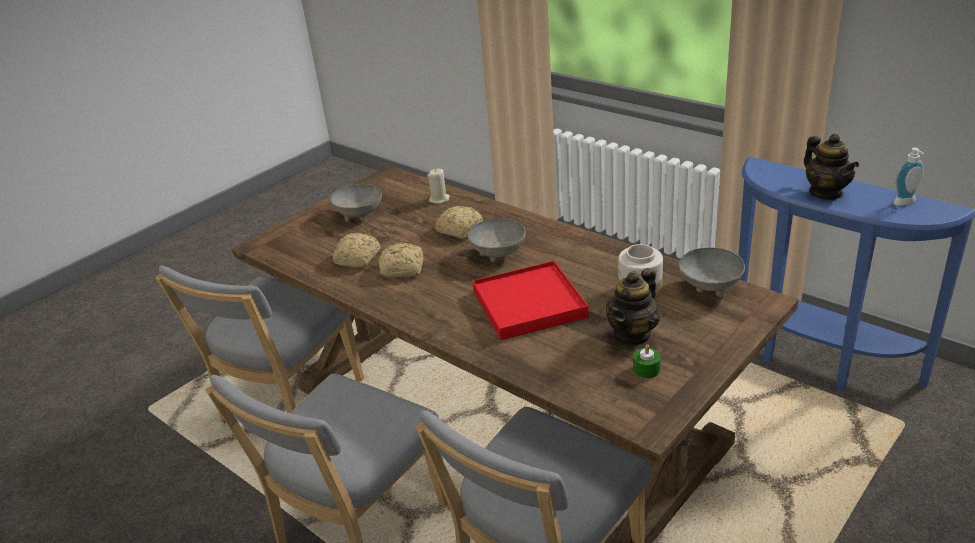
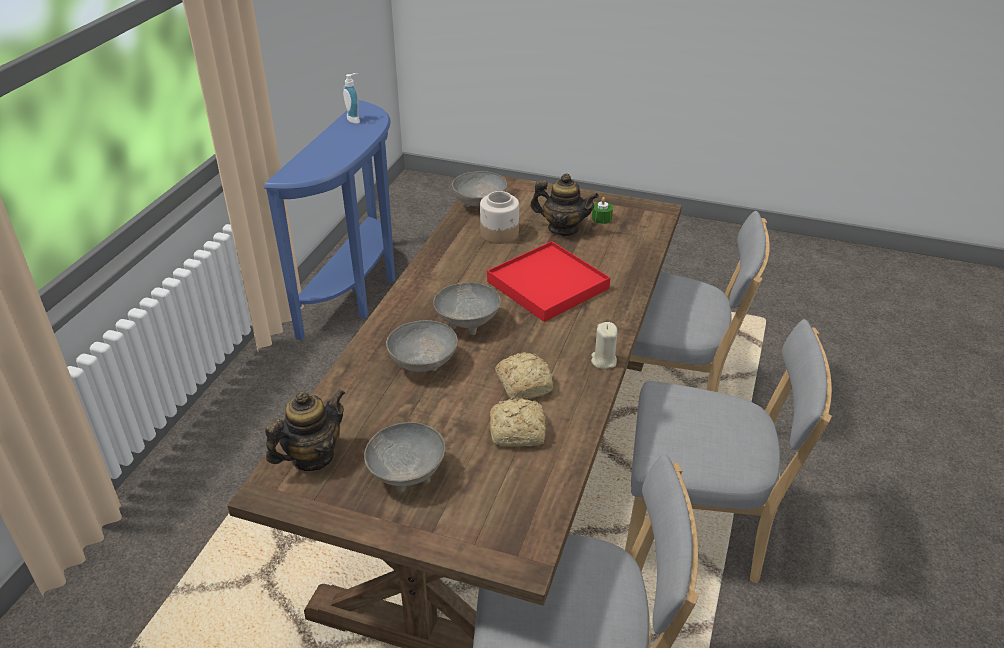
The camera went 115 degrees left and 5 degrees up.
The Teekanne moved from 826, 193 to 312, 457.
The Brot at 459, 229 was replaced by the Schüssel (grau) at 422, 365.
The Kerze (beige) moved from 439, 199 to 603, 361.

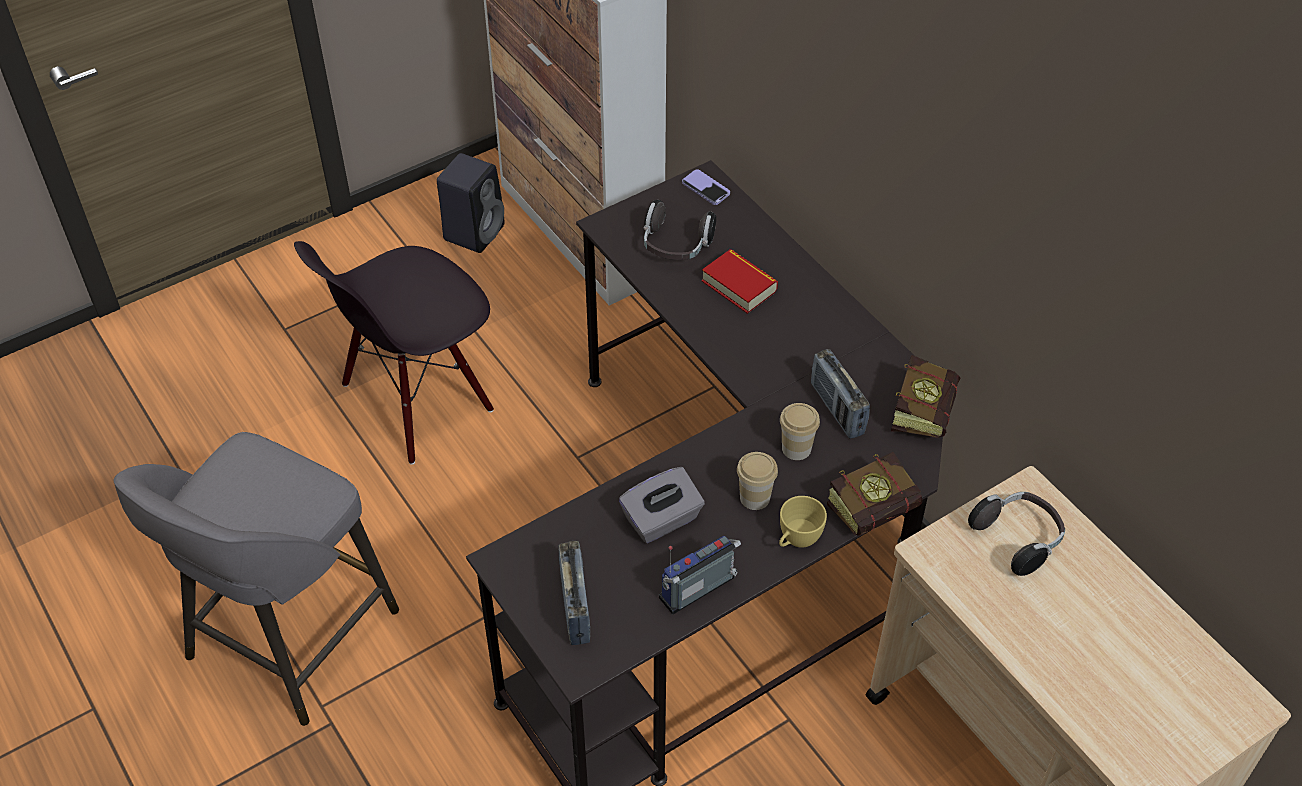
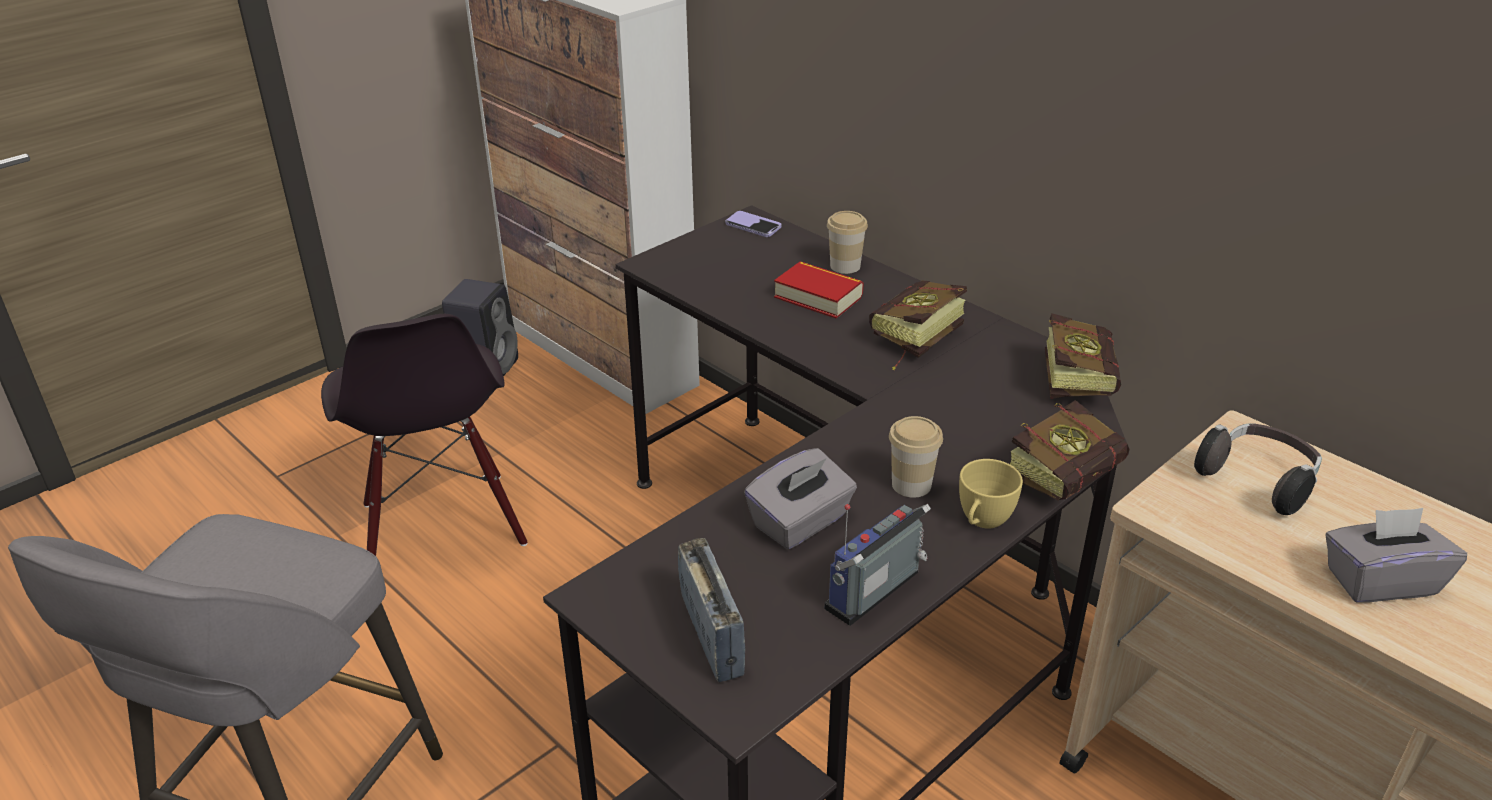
The camera went 10 degrees left and 15 degrees down.
The Stuhl (schwarz) at 417, 400 turned 60 degrees counterclockwise.
The Tasse moved from 796, 448 to 845, 266.
The Buch at 910, 342 appeared.
The Taschentuchbox (grau) at 1379, 581 appeared.
The Kopfhörer at 676, 246 disappeared.
The Radio at 837, 409 disappeared.

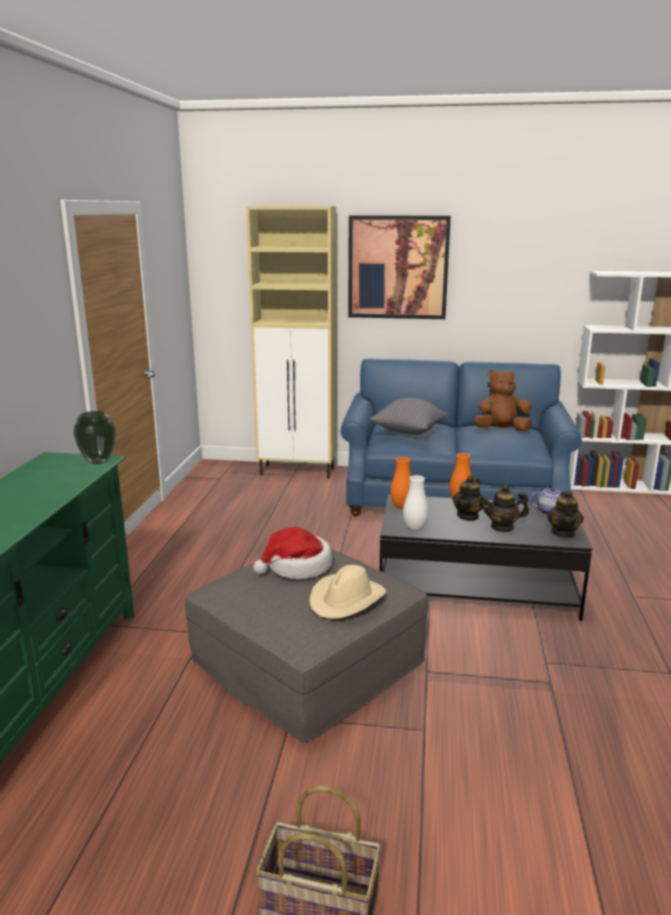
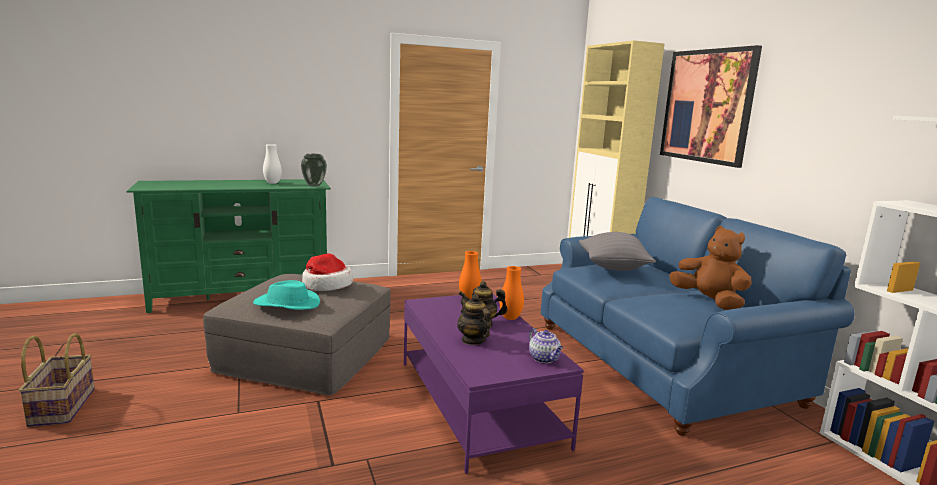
The camera went 60 degrees right and 5 degrees down.
The Hut (beige) at 347, 599 became the Hut (türkis) at 287, 304.
The Vase (weiß) moved from 415, 528 to 272, 183.
The Couchtisch (schwarz) at 476, 586 became the Couchtisch (lila) at 479, 402.
The Teekanne at 563, 533 disappeared.

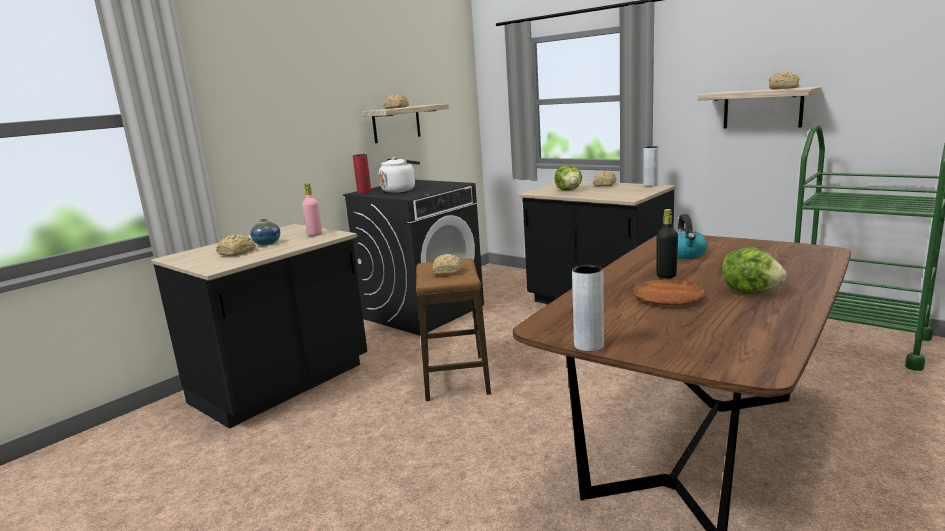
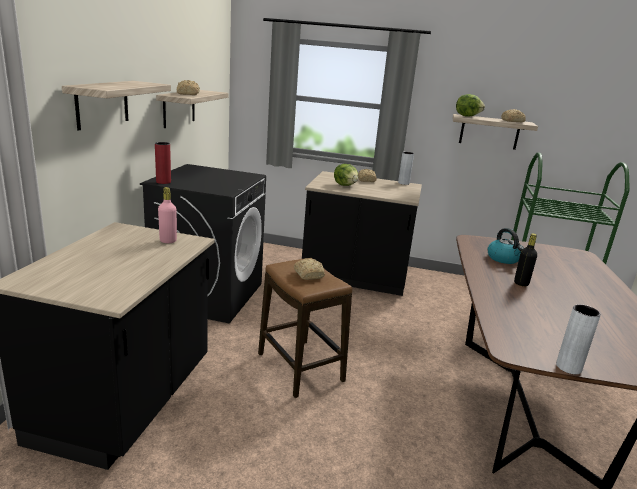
The camera went 30 degrees left and 5 degrees up.
The Wandregal at 102, 104 appeared.
The Salatkopf moved from 750, 291 to 467, 116.
The Brot at 238, 252 disappeared.
The Vase at 267, 243 disappeared.
The Wasserkessel (weiß) at 400, 190 disappeared.
The Teller (braun) at 668, 297 disappeared.

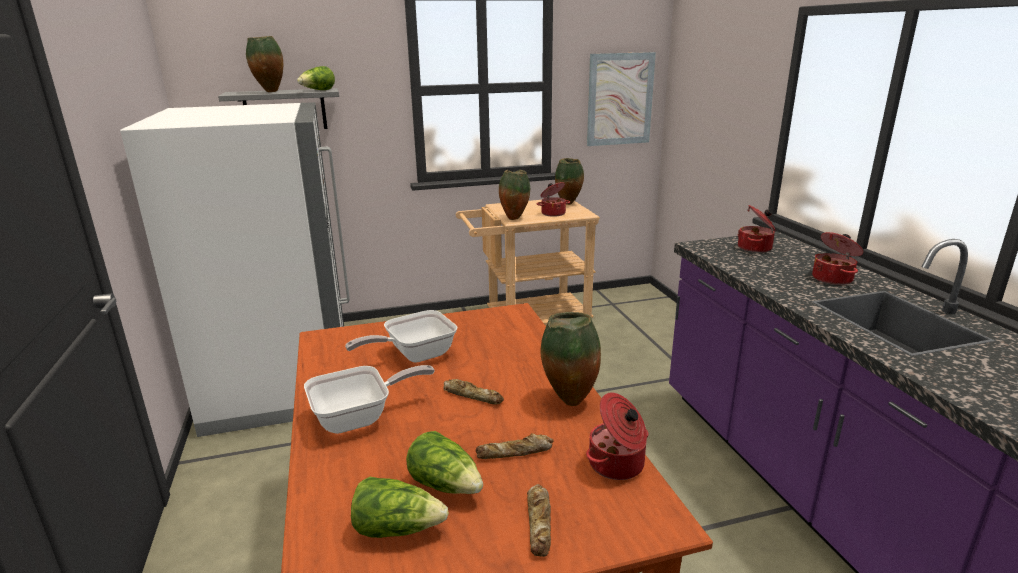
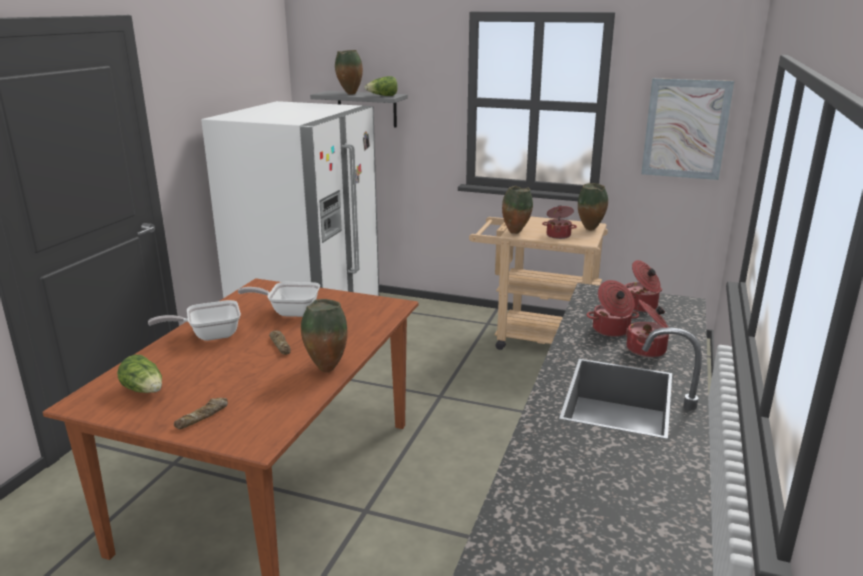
The camera went 35 degrees right and 0 degrees up.
The Pfanne at 360, 418 turned 150 degrees clockwise.
The Kochtopf moved from 617, 464 to 611, 330.
The Salatkopf at 446, 485 disappeared.
The Brot at 515, 452 disappeared.

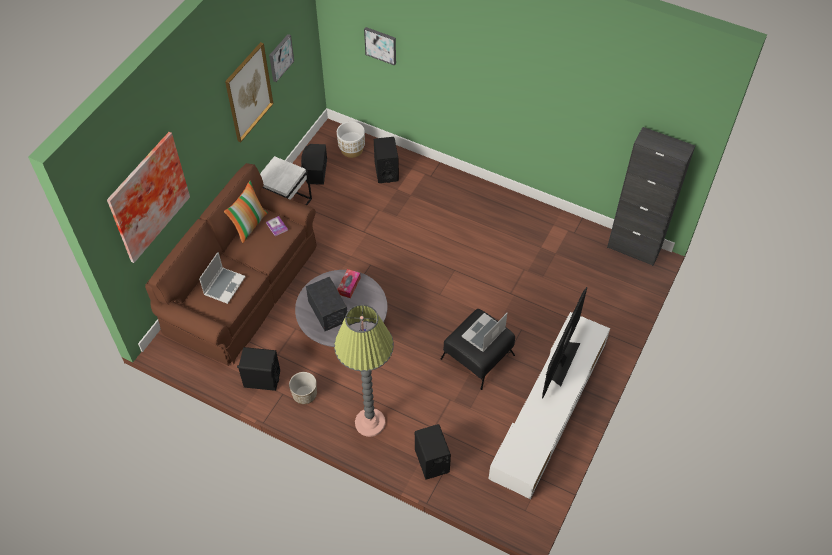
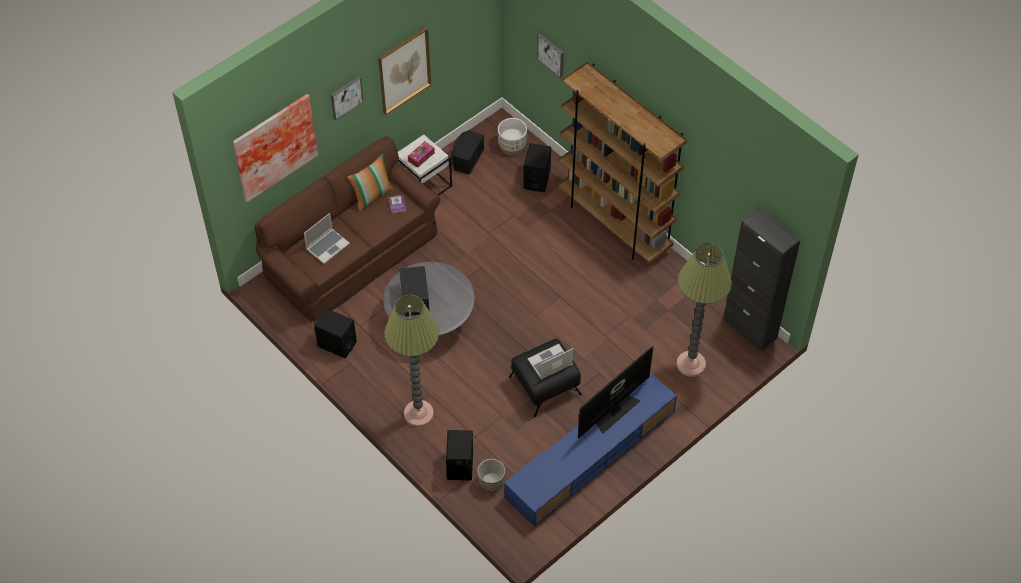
The camera went 20 degrees right and 0 degrees up.
The Bild moved from 280, 57 to 345, 97.
The Taschentuchbox moved from 349, 286 to 421, 157.
The Pflanzkübel moved from 304, 394 to 491, 482.
The Fernsehschrank (weiß) at 549, 409 became the Fernsehschrank (blau) at 590, 455.
The Bücherregal (braun) at 614, 223 appeared.
The Stehlampe at 691, 364 appeared.

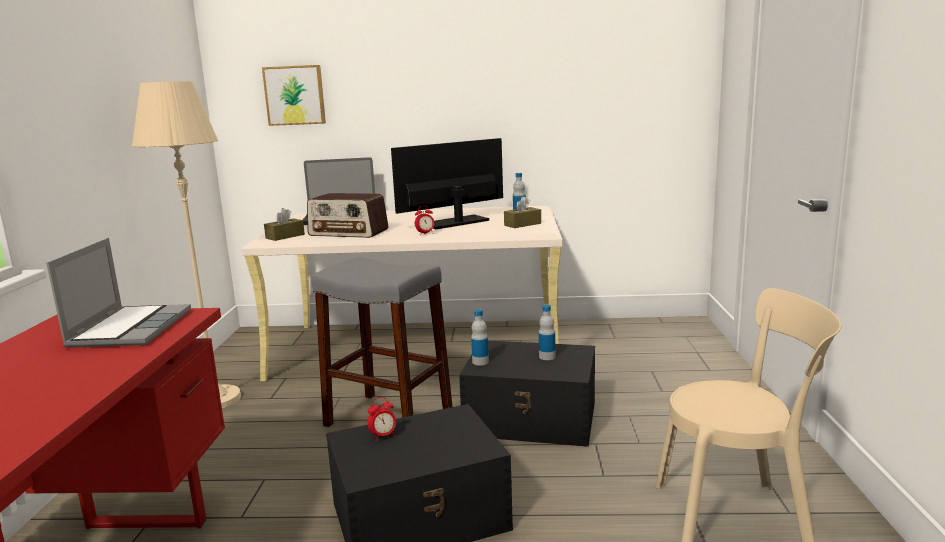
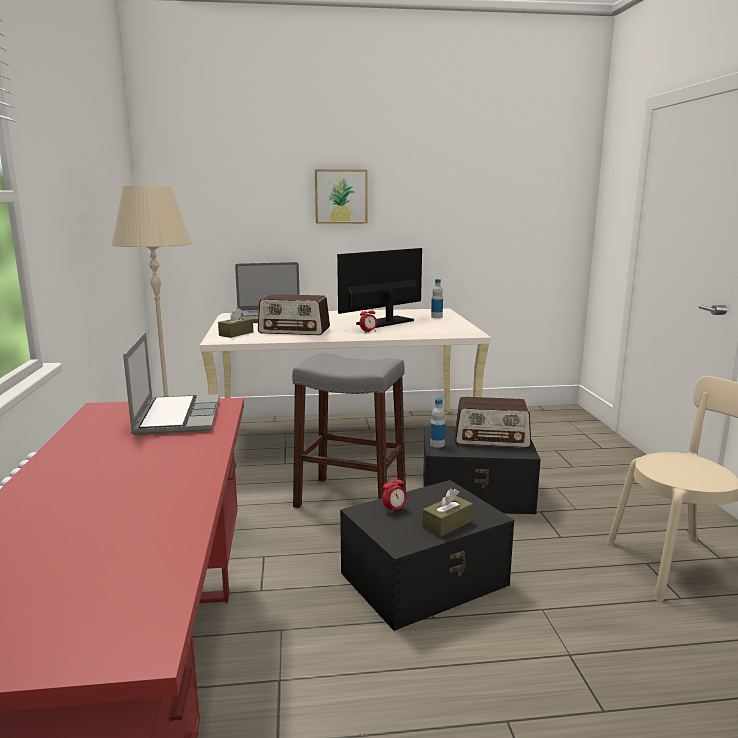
The camera went 10 degrees left and 0 degrees up.
The Bild moved from 295, 95 to 341, 196.
The Taschentuchbox (braun) moved from 522, 224 to 447, 524.
The Flasche at 547, 357 was replaced by the Radio at 492, 439.

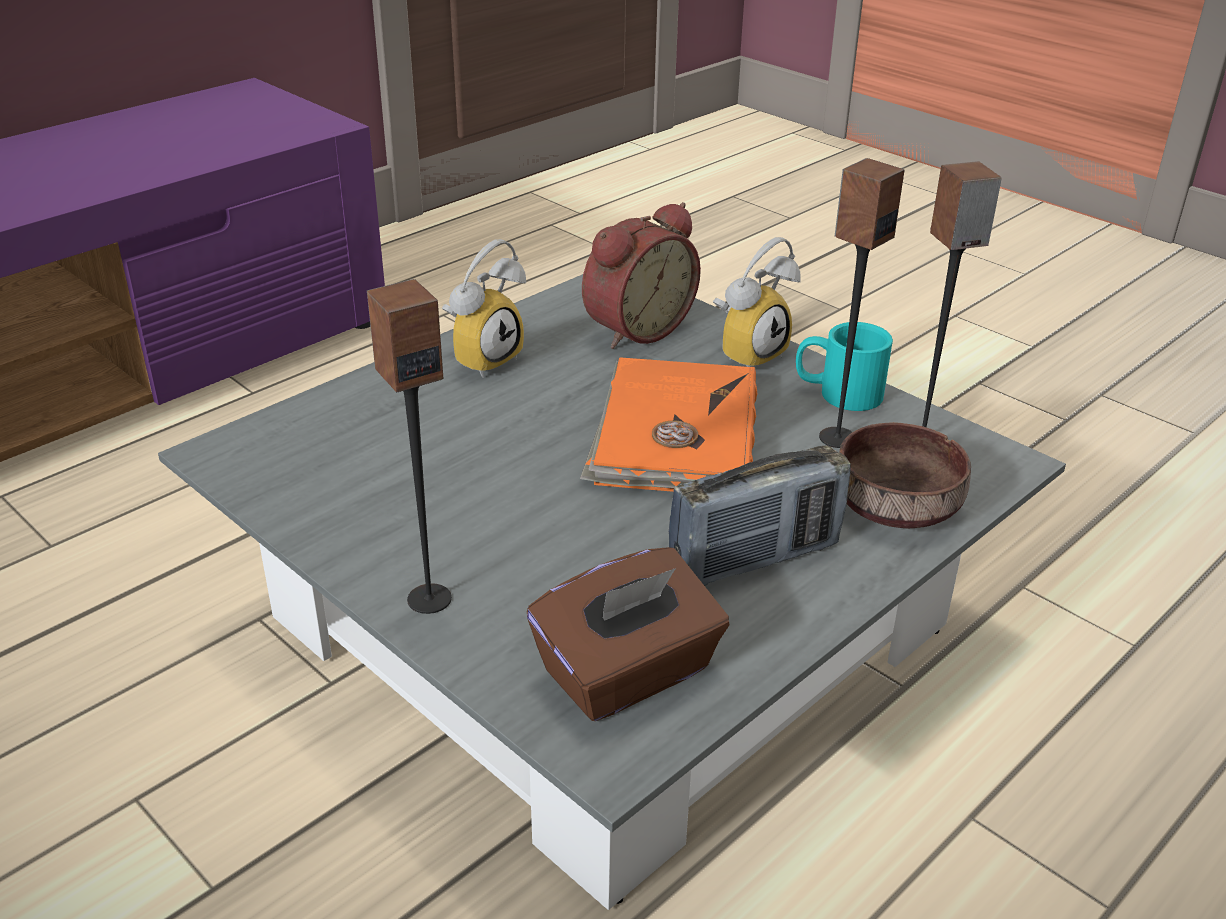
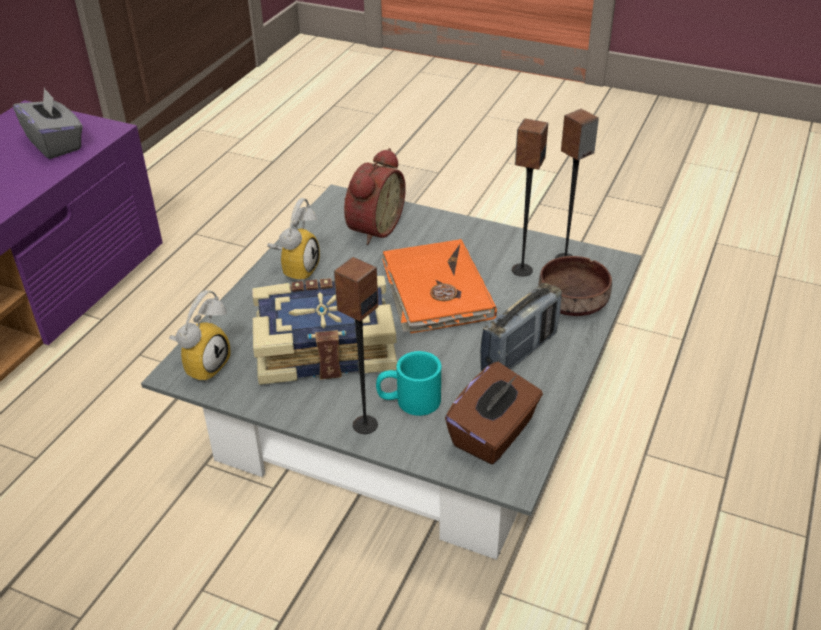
The camera went 20 degrees left and 5 degrees up.
The Taschentuchbox (grau) at 55, 144 appeared.
The Wecker moved from 748, 353 to 203, 365.
The Buch at 325, 345 appeared.
The Henkelbecher (türkis) moved from 837, 392 to 409, 401.

